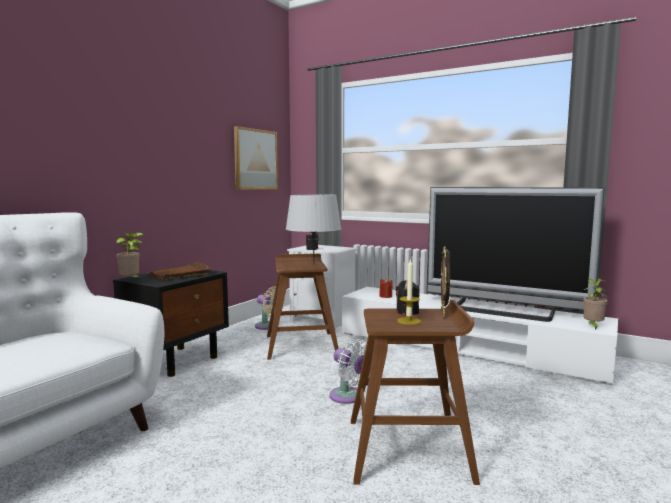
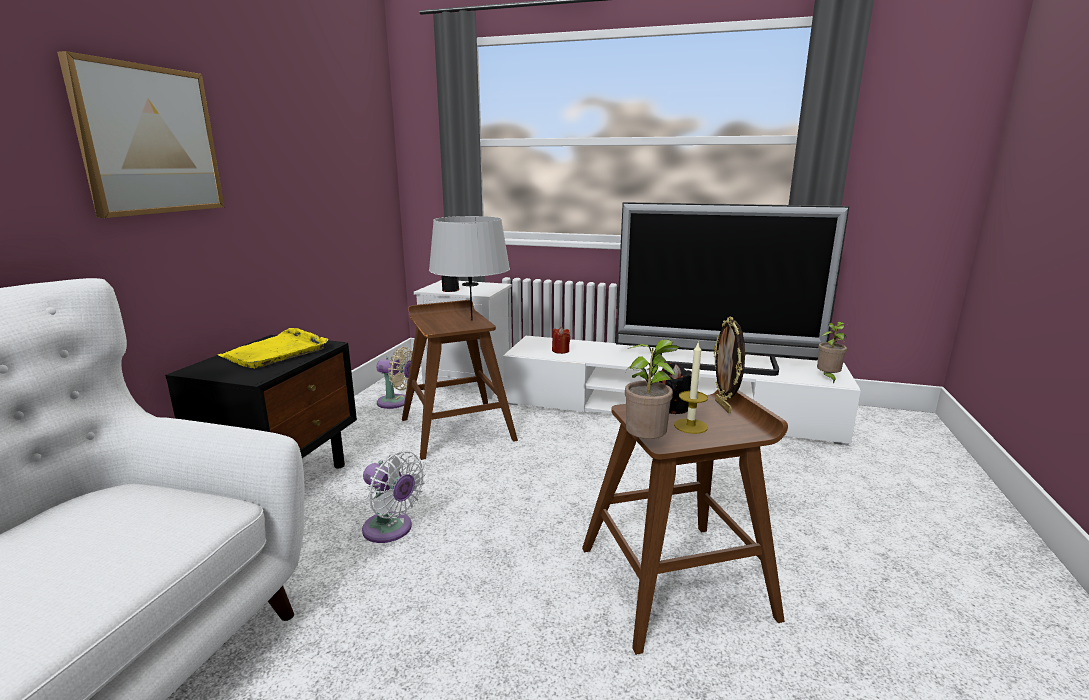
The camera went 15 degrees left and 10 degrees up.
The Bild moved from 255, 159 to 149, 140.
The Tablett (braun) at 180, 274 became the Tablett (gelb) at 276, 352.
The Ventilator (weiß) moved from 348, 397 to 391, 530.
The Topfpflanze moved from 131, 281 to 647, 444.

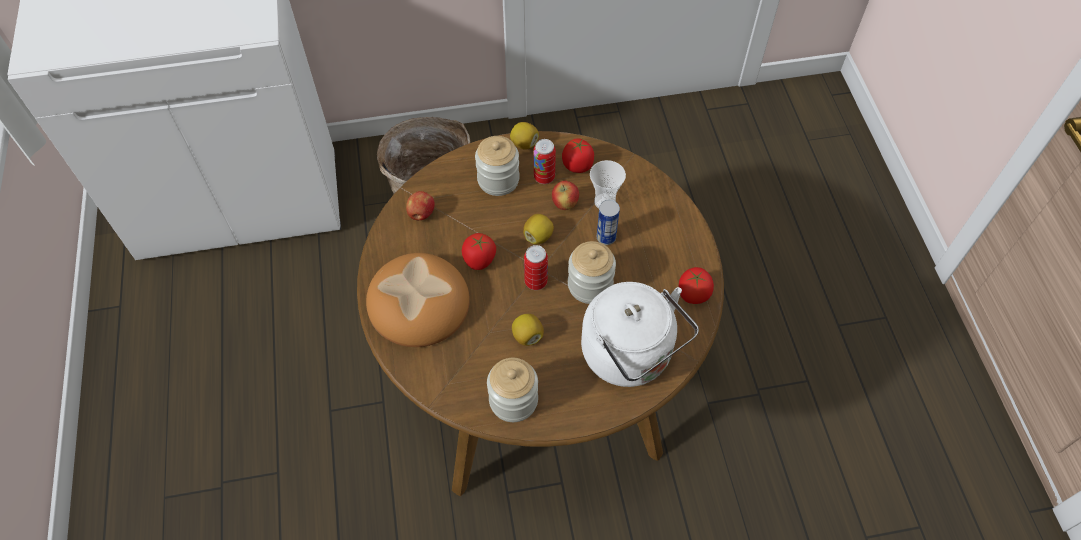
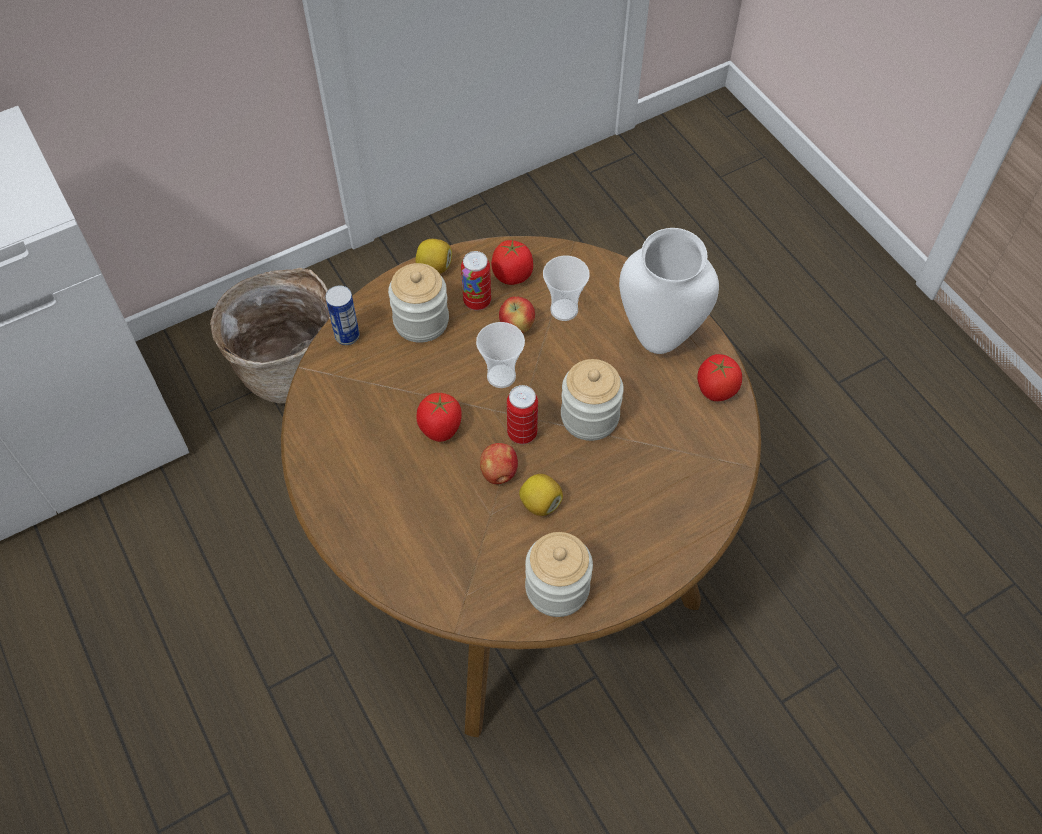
The camera went 20 degrees left and 0 degrees up.
The Dose moved from 606, 237 to 347, 336.
The Zitrone at 538, 236 was replaced by the Tasse at 501, 376.
The Apfel moved from 421, 214 to 499, 473.
The Vase (weiß) at 658, 340 appeared.
The Brot at 419, 303 disappeared.
The Wasserkessel (weiß) at 631, 356 disappeared.

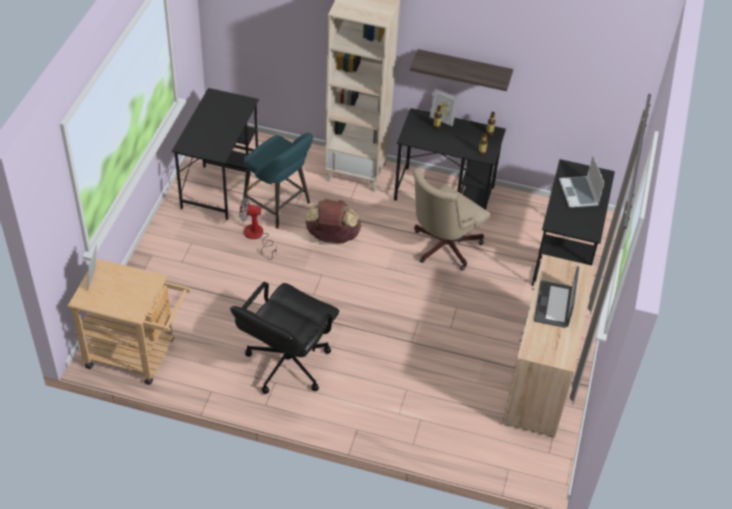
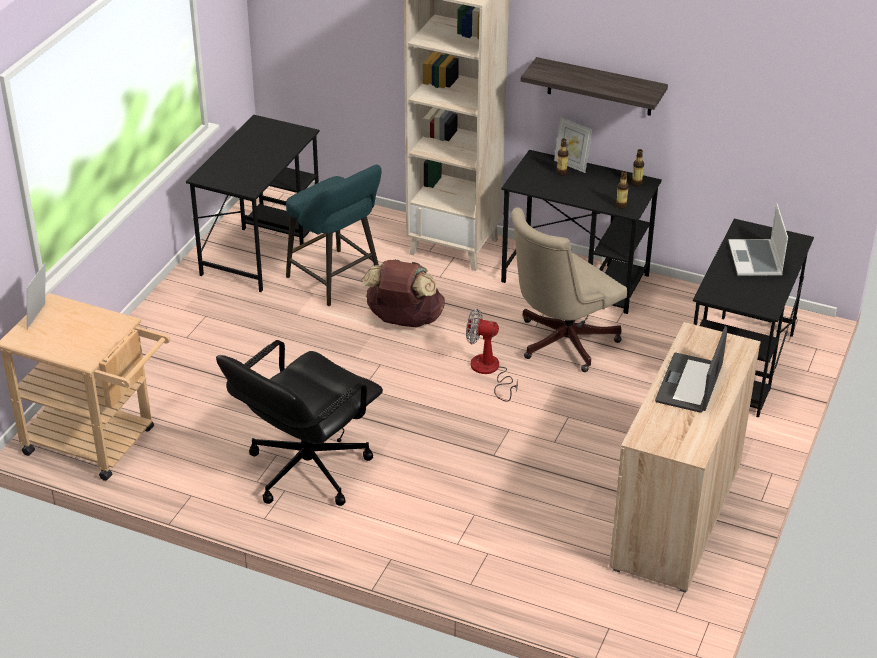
The camera went 10 degrees right and 10 degrees down.
The Ventilator moved from 257, 237 to 489, 371.

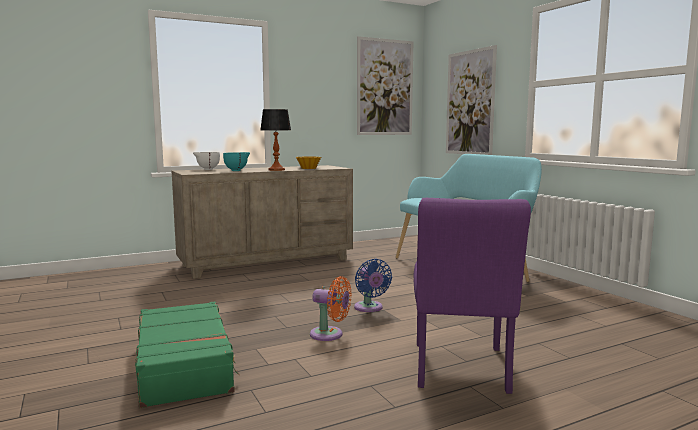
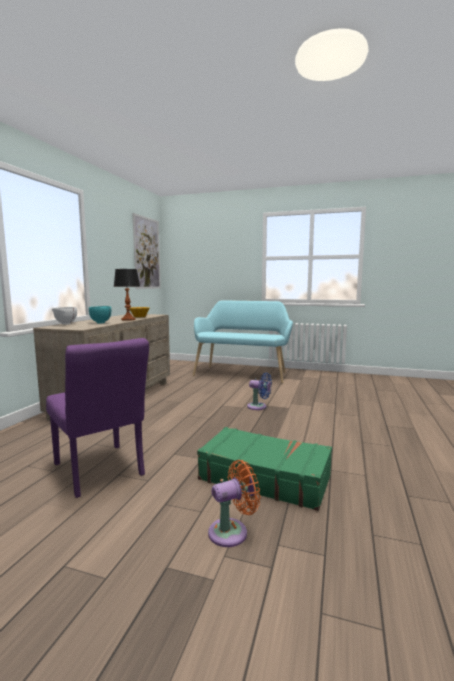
The camera went 45 degrees left and 0 degrees up.
The Stuhl (lila) moved from 460, 371 to 101, 472.
The Ventilator (orange) moved from 330, 335 to 232, 531.
The Bild at 470, 103 disappeared.

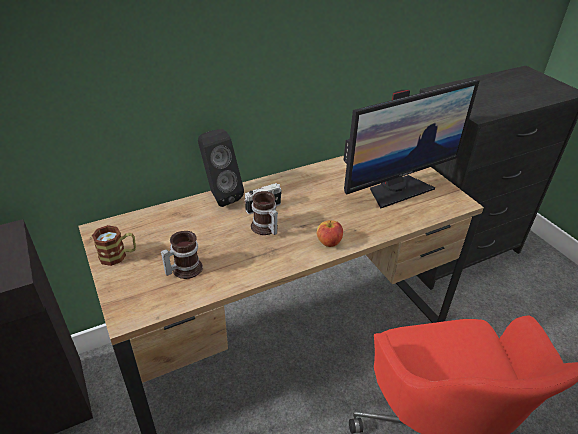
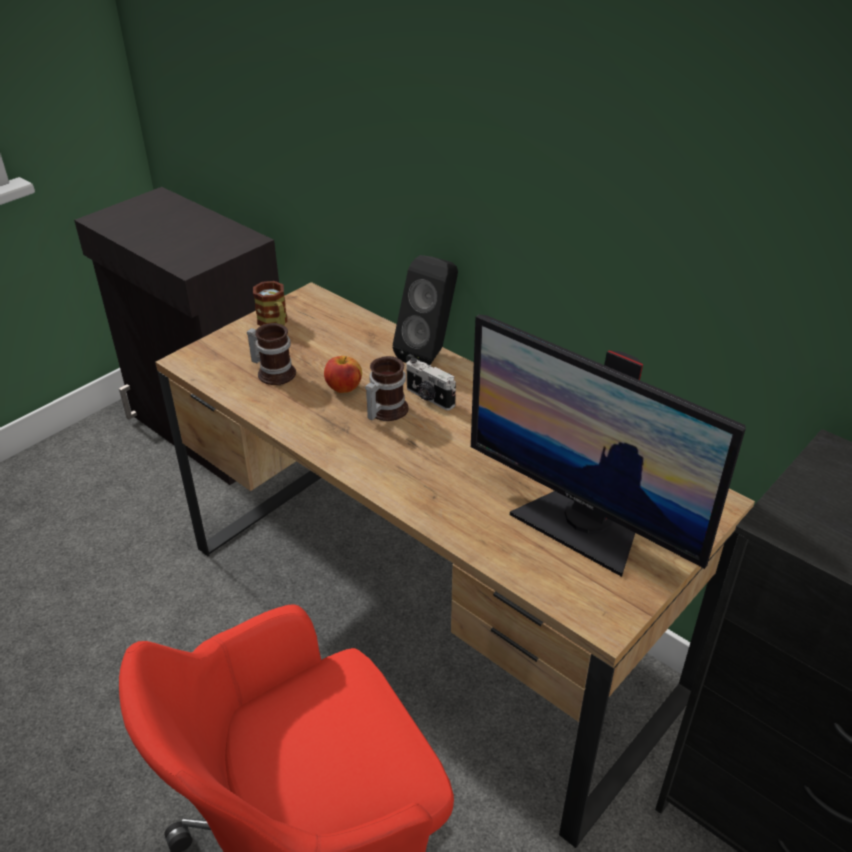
The camera went 70 degrees right and 0 degrees up.
The Apfel moved from 329, 242 to 343, 388.

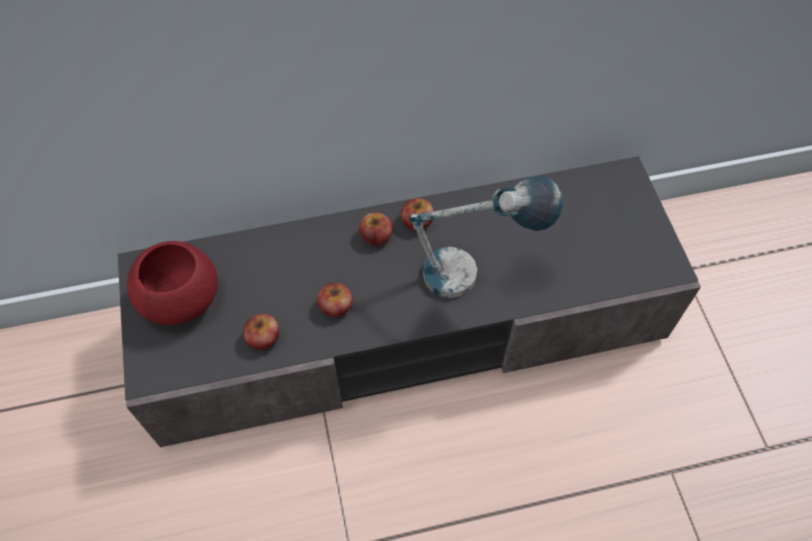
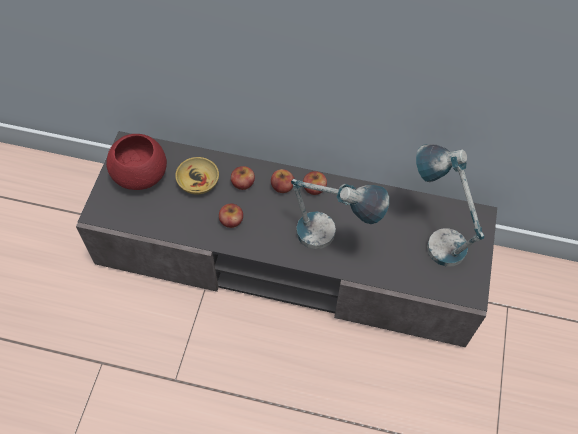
The camera went 25 degrees right and 0 degrees up.
The Schüssel (beige) at 198, 182 appeared.
The Apfel moved from 263, 337 to 243, 182.
The Tischlampe at 434, 236 appeared.

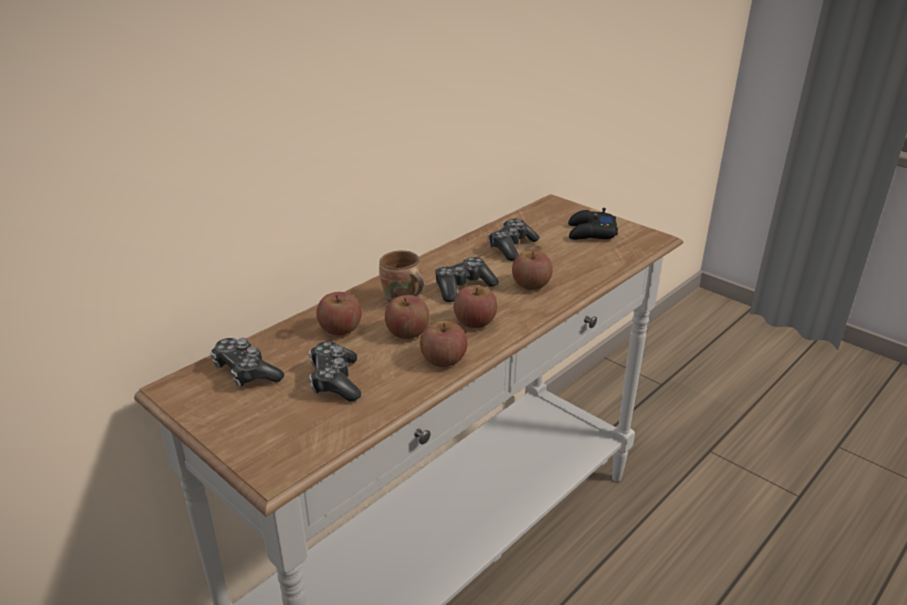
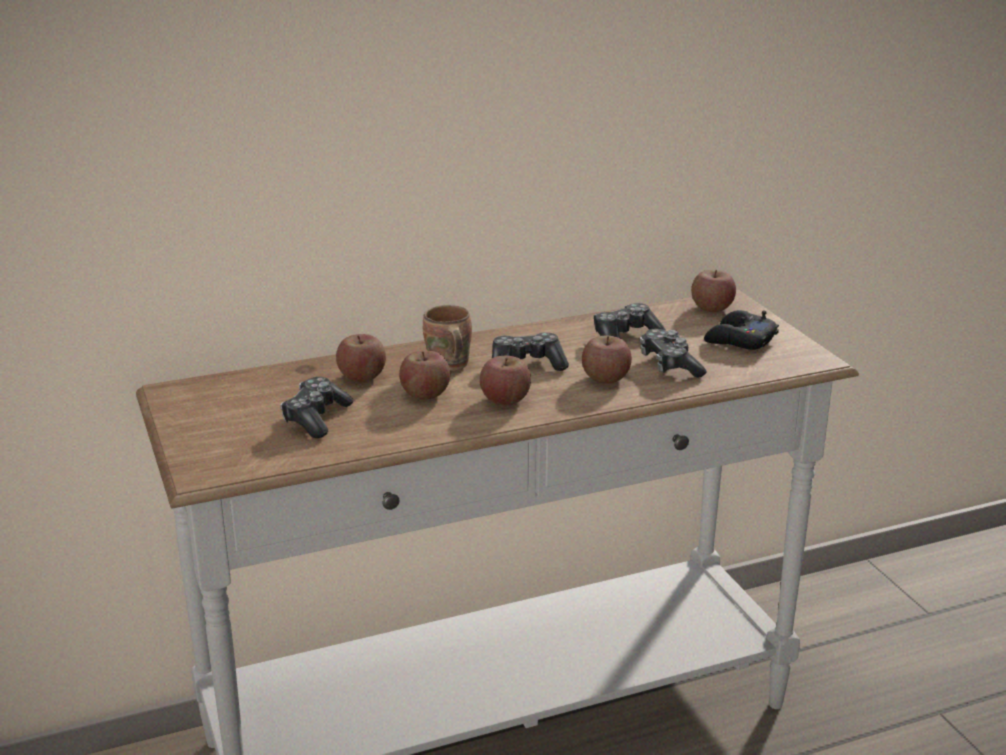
The camera went 25 degrees right and 5 degrees down.
The Gamepad moved from 246, 372 to 669, 365.
The Apfel moved from 443, 360 to 712, 308.

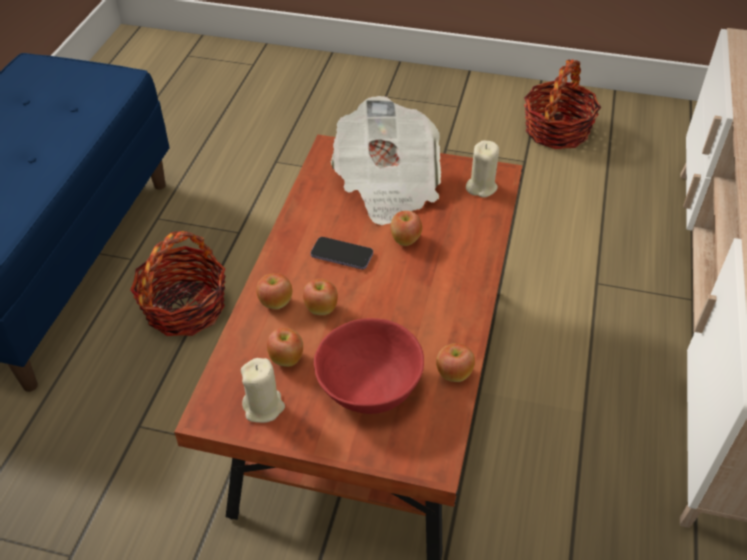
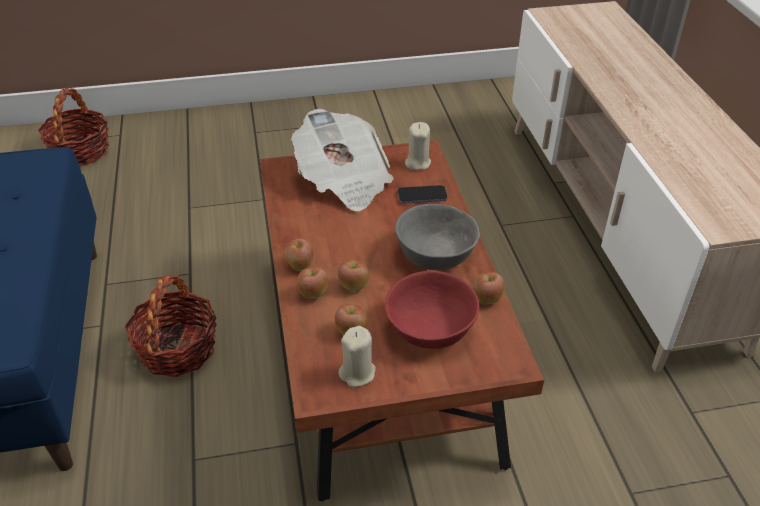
The camera went 25 degrees left and 5 degrees down.
The Korb moved from 556, 130 to 80, 151.
The Apfel moved from 405, 240 to 300, 266.
The Schüssel (grau) at 435, 254 appeared.
The Handy moved from 342, 255 to 422, 196.

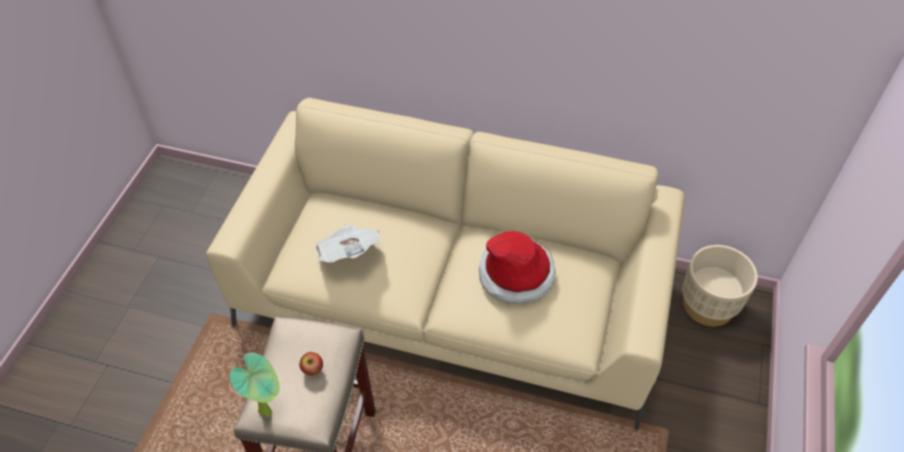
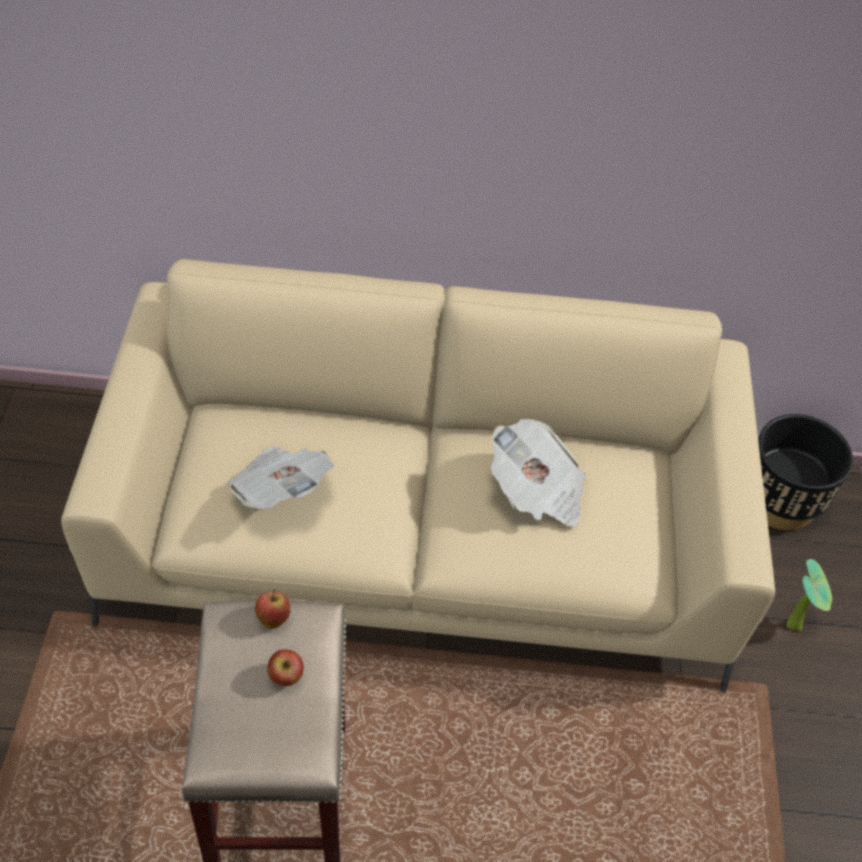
The camera went 15 degrees left and 0 degrees up.
The Apfel at 273, 618 appeared.
The Hut at 516, 274 was replaced by the Zeitung at 537, 491.
The Pflanzkübel (beige) at 708, 305 became the Pflanzkübel (schwarz) at 780, 501.
The Topfpflanze moved from 268, 410 to 796, 624.

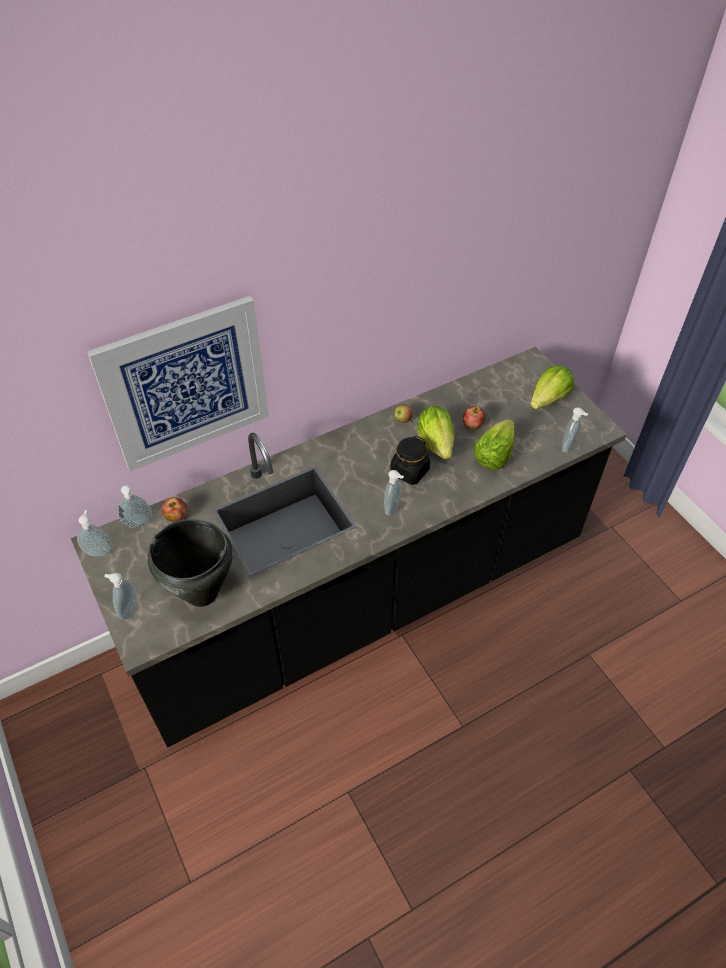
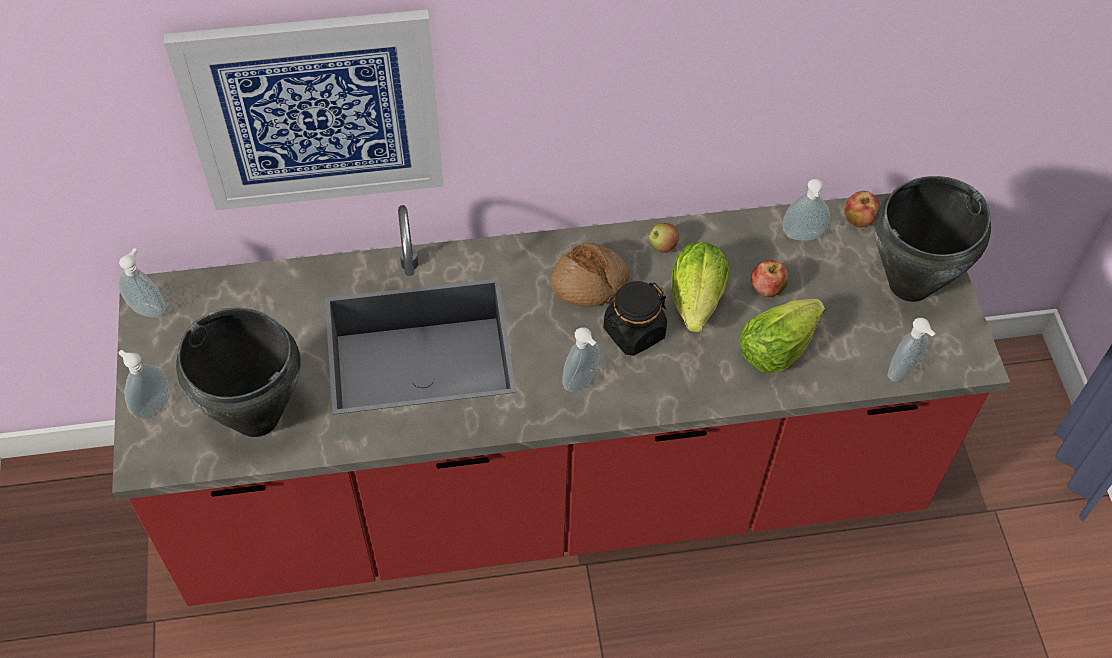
The camera went 20 degrees right and 5 degrees up.
The Küchenzeile (schwarz) at 363, 599 became the Küchenzeile (rot) at 552, 490.
The Brot at 589, 282 appeared.
The Seifenspender moved from 139, 524 to 802, 237.
The Apfel moved from 176, 517 to 858, 220.
The Salatkopf at 549, 400 was replaced by the Kochtopf (schwarz) at 911, 285.

